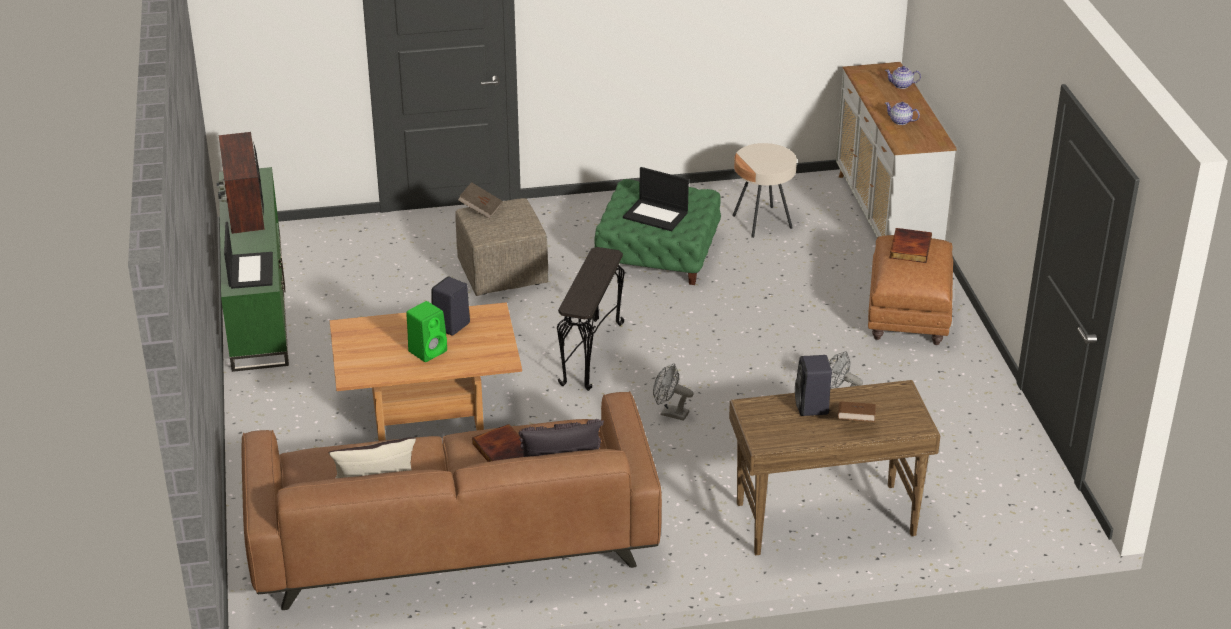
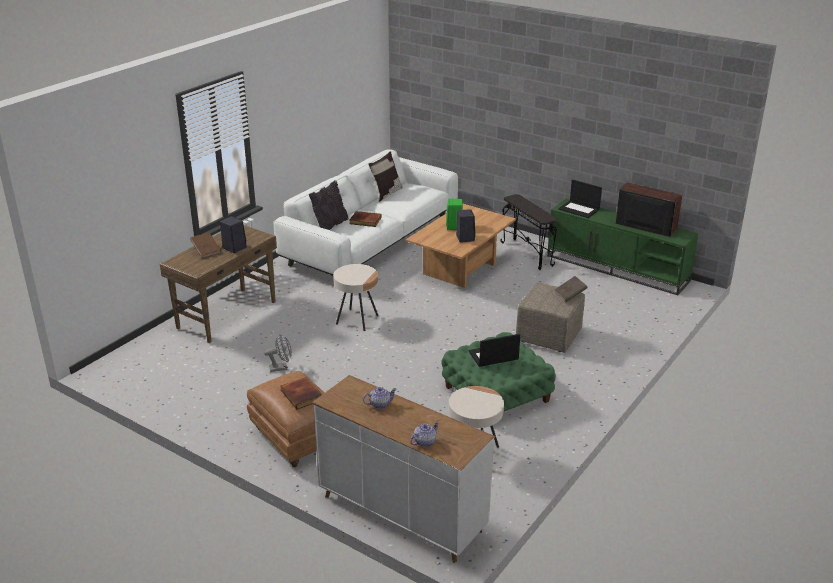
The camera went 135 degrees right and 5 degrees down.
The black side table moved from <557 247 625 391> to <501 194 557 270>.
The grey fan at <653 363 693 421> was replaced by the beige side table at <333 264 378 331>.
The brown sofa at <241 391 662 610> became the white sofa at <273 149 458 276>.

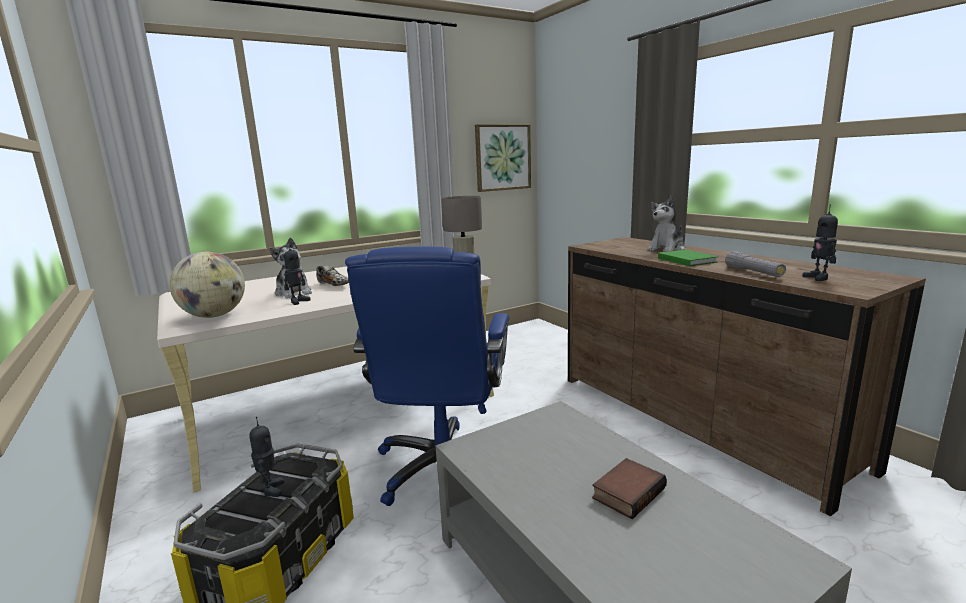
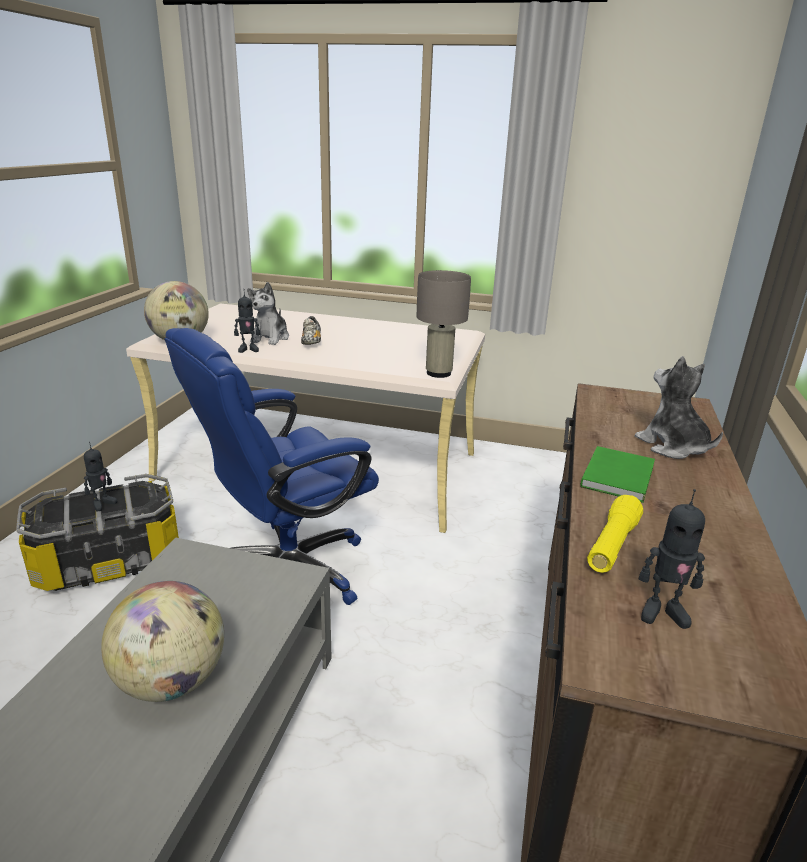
The camera went 45 degrees right and 10 degrees up.
The picture at <475 124 531 192> disappeared.
The plush toy at <647 196 686 252> turned 60 degrees clockwise.
The toy robot at <802 204 838 281> turned 120 degrees counterclockwise.
The grey flashlight at <725 251 786 277> became the yellow flashlight at <587 495 643 573>.
The book at <592 458 667 519> was replaced by the globe at <101 581 224 702>.

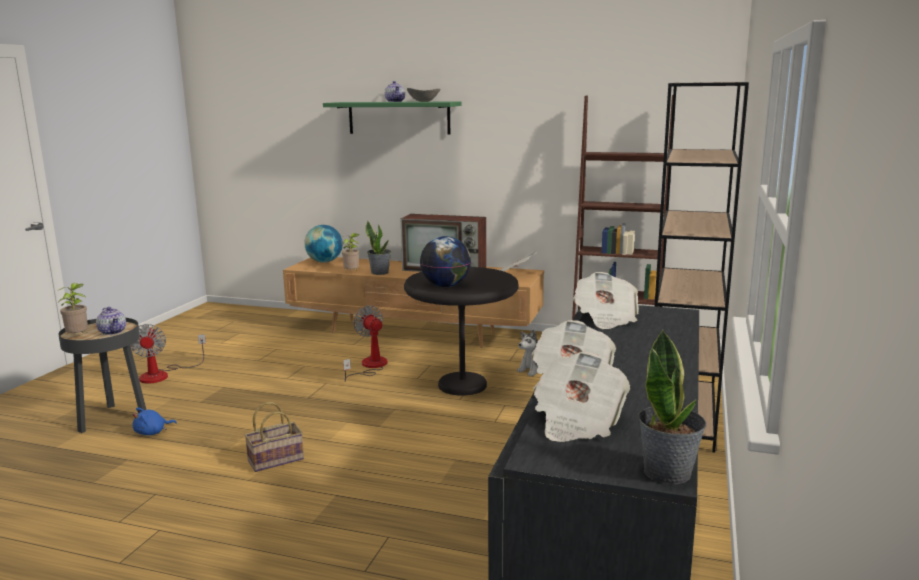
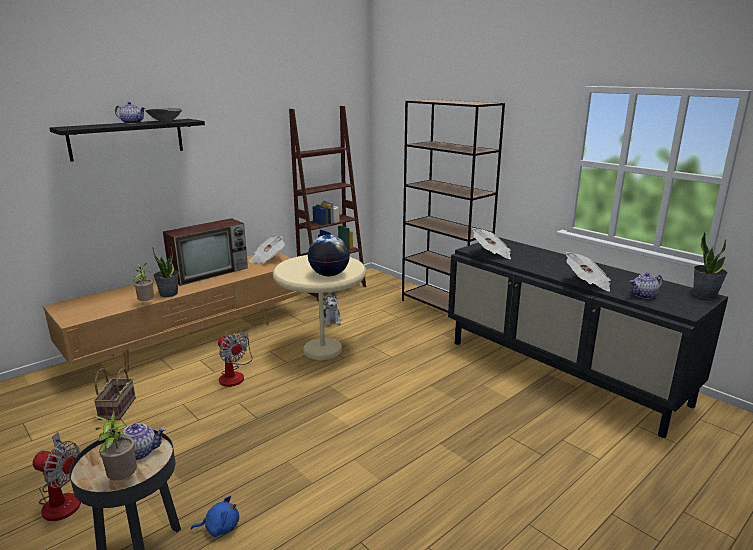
The camera went 60 degrees left and 5 degrees up.
The green shelf at <323 101 461 135> became the black shelf at <49 119 205 162>.
The globe at <304 225 343 263> disappeared.
The black side table at <404 267 518 395> became the beige side table at <273 255 366 360>.
The fan at <343 305 387 382> turned 135 degrees counterclockwise.
The newspaper at <533 352 630 442> was replaced by the teapot at <630 272 663 299>.
The basket moved from <244 402 304 472> to <94 368 136 420>.
The blue plush toy at <132 407 177 435> turned 90 degrees counterclockwise.

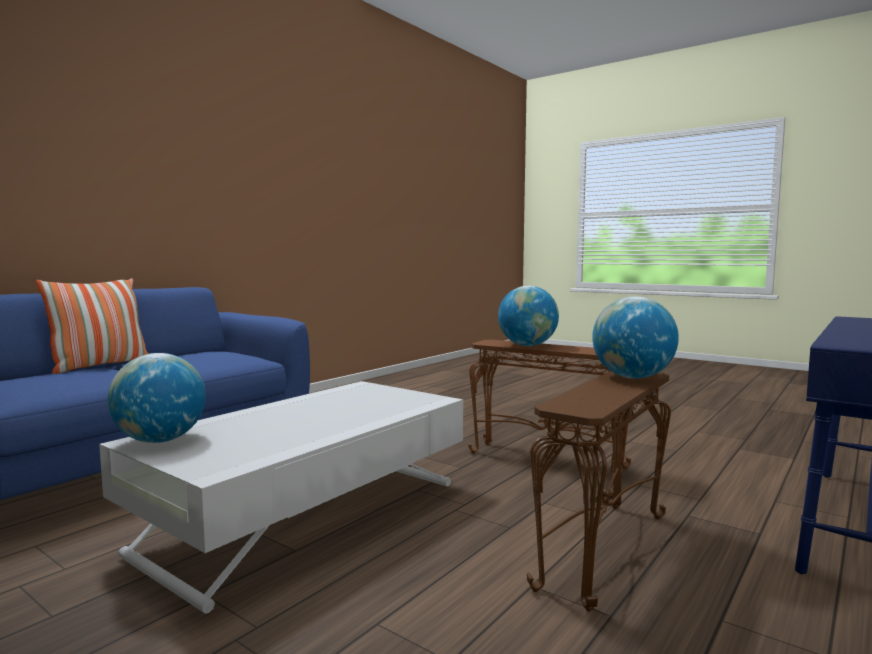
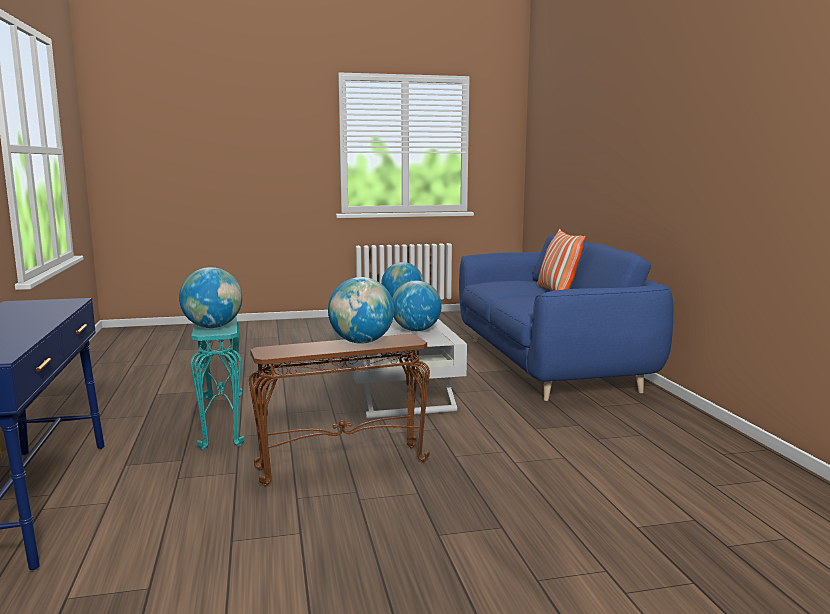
The camera went 130 degrees right and 5 degrees up.
The brown side table at <526 371 671 612> became the turquoise side table at <190 315 245 450>.
The globe at <392 281 442 331> appeared.

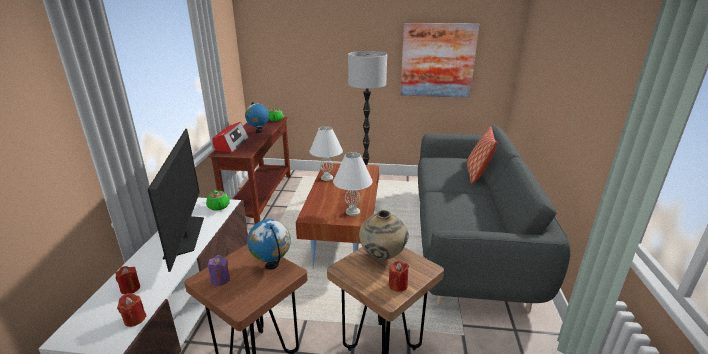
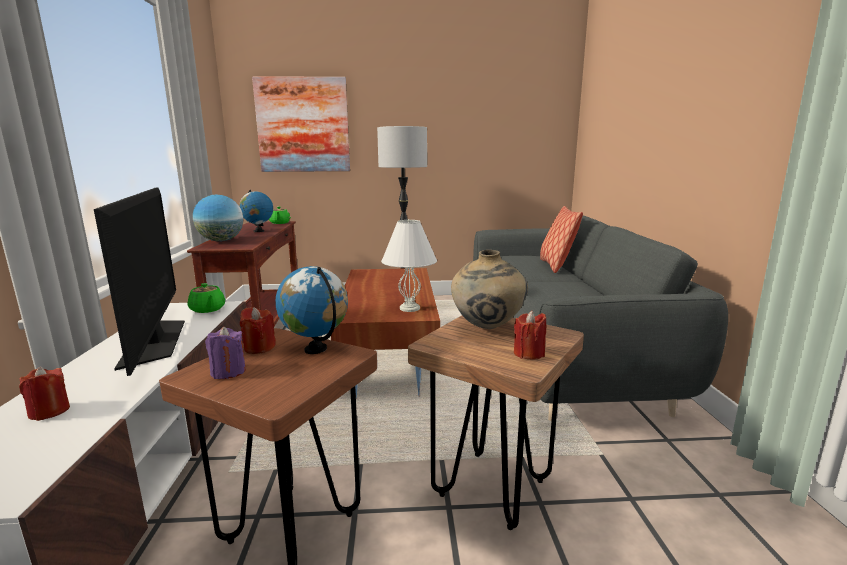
The camera went 10 degrees left and 10 degrees down.
The picture moved from <400 23 479 98> to <252 76 350 172>.
The radio at <212 122 249 152> was replaced by the globe at <193 195 243 242>.
The white table lamp at <309 126 343 181> disappeared.
The red candle moved from <117 293 147 327> to <240 307 276 354>.

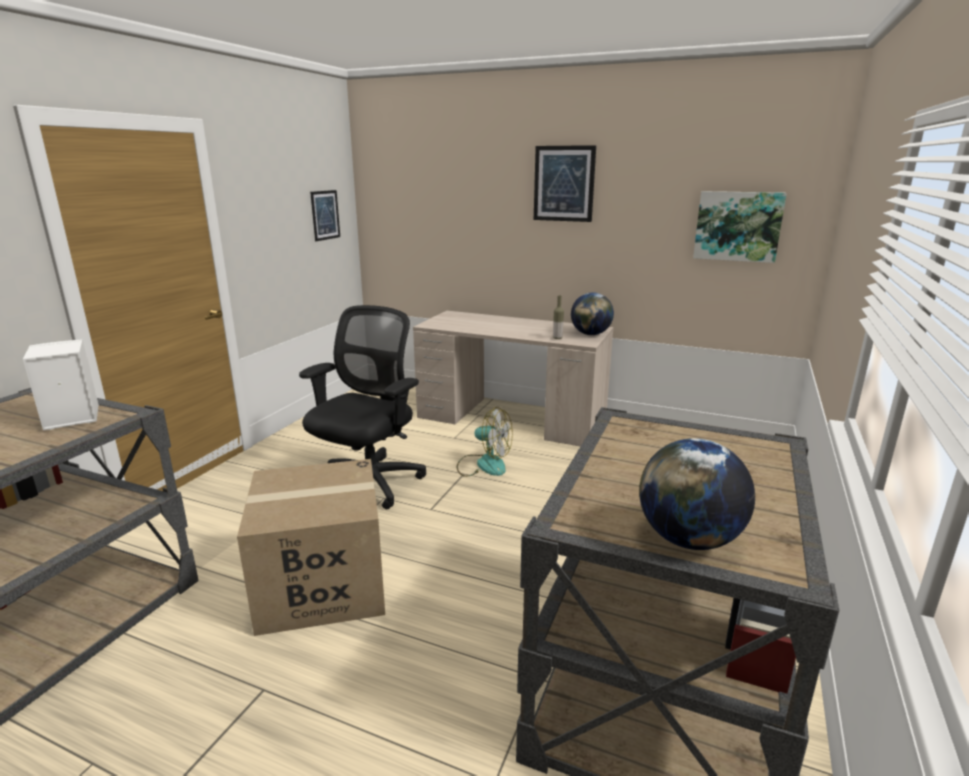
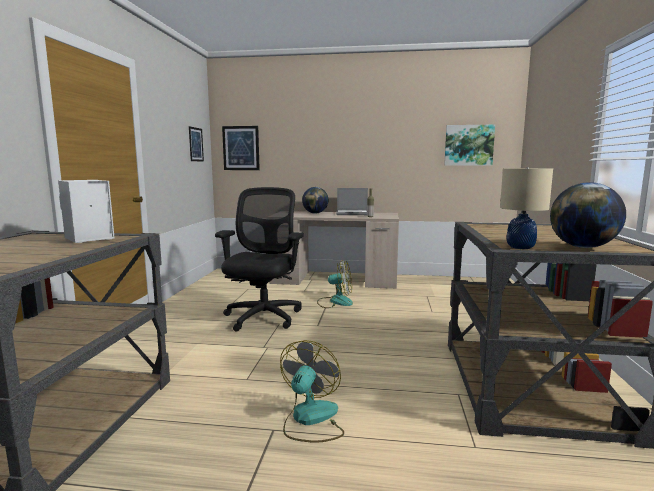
The camera went 15 degrees left and 10 degrees down.
The picture moved from <534 145 596 222> to <222 126 260 170>.
The globe moved from <571 292 614 335> to <302 187 328 214>.
The cardboard box at <237 459 385 636> disappeared.
The beige table lamp at <500 167 553 249> appeared.
The laptop at <336 188 368 215> appeared.
The fan at <280 340 344 443> appeared.

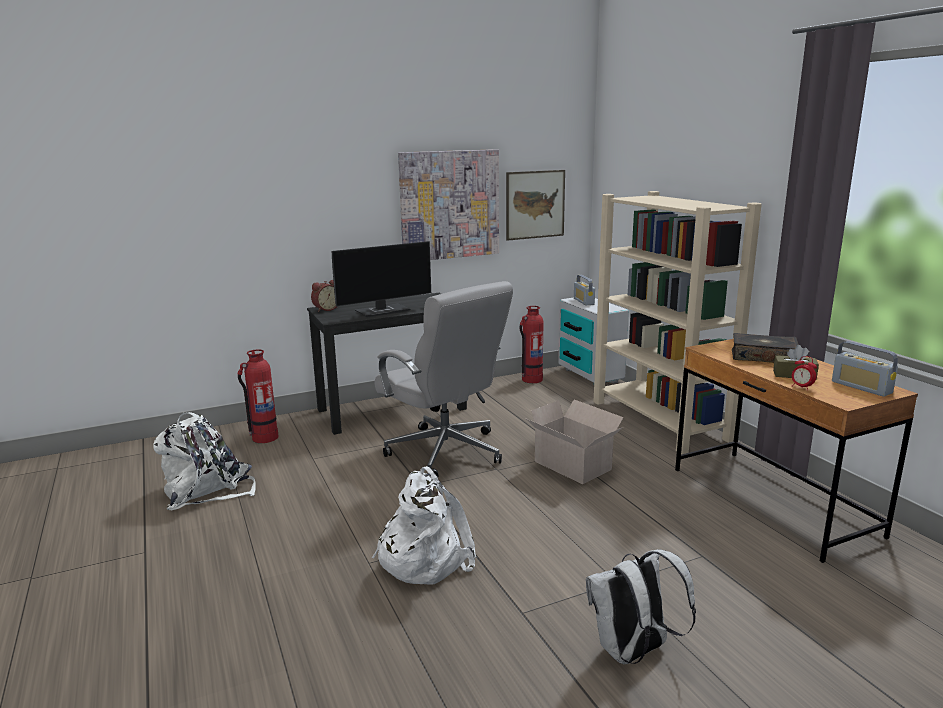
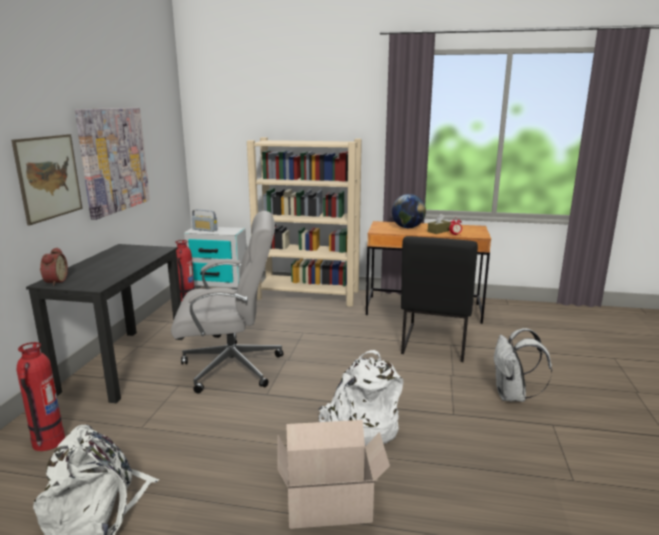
The camera went 55 degrees left and 0 degrees up.
The picture moved from <506 170 565 241> to <11 134 83 226>.
The monitor at <332 241 431 317> disappeared.
The book at <732 333 799 363> was replaced by the globe at <392 194 426 228>.
The radio at <832 341 898 397> disappeared.
The cardboard box moved from <525 399 624 484> to <278 420 390 529>.
The black chair at <401 236 478 362> appeared.

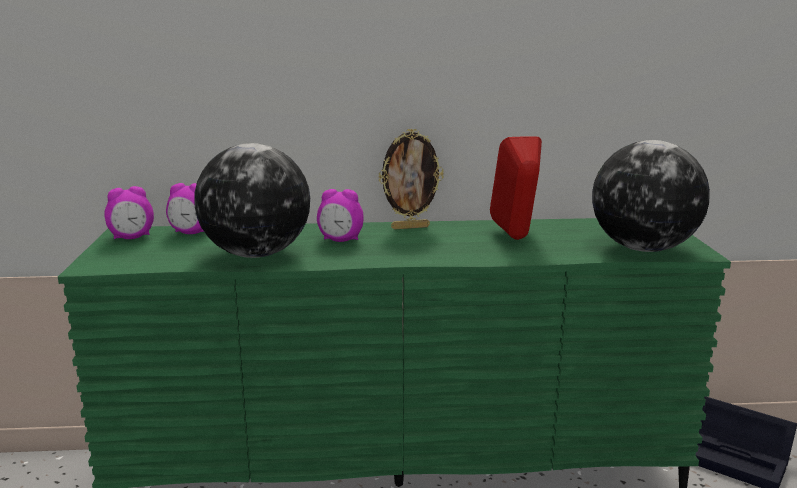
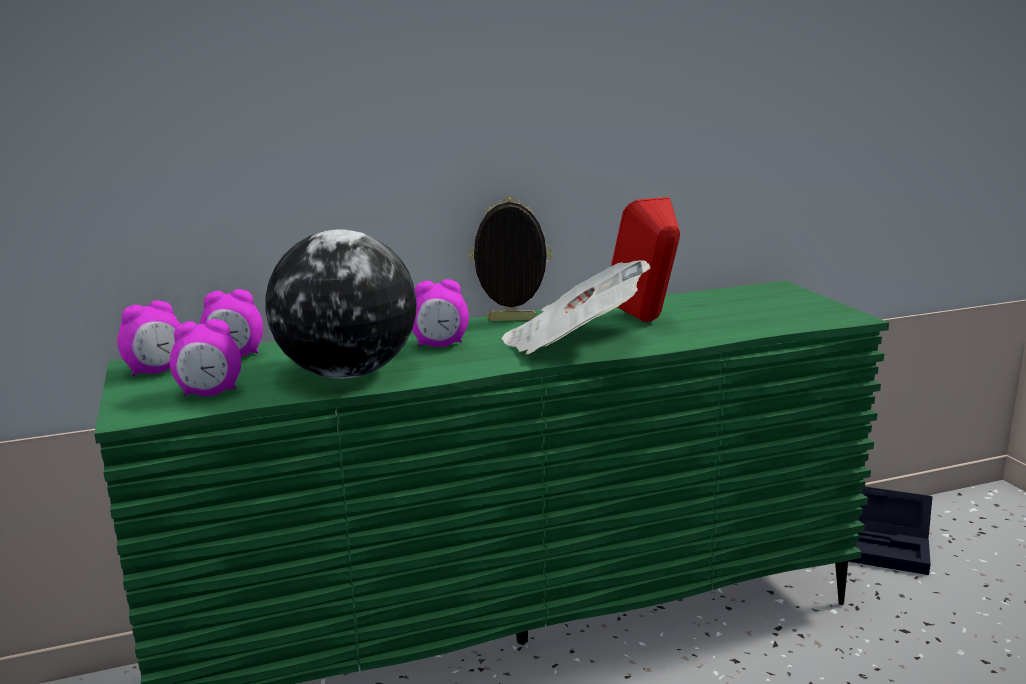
The camera went 15 degrees left and 0 degrees up.
The picture frame at <378 128 444 229> turned 150 degrees counterclockwise.
The globe at <592 140 710 252> disappeared.
The newspaper at <502 260 650 354> appeared.
The alarm clock at <170 319 241 396> appeared.

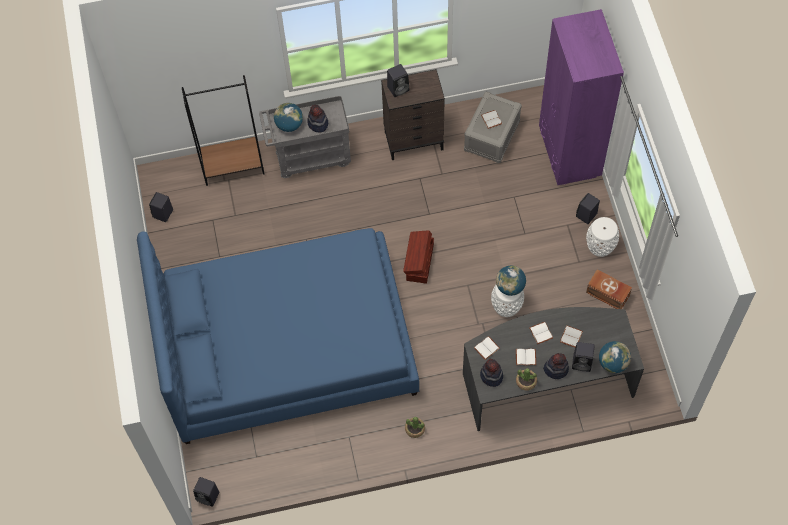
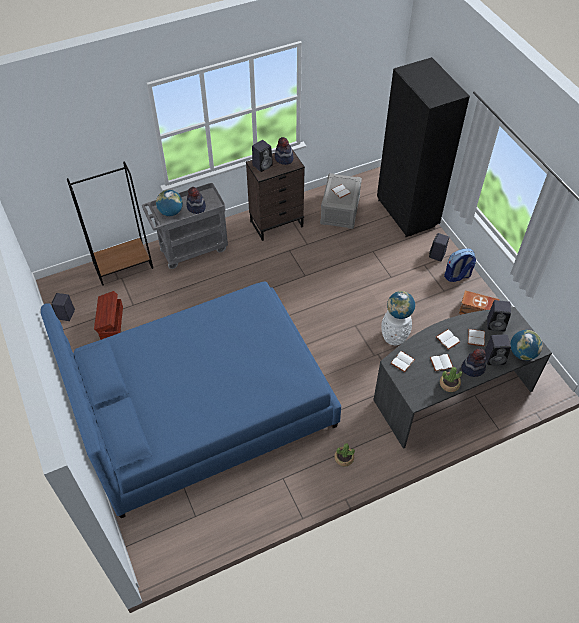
The camera went 15 degrees left and 10 degrees down.
The purple wardrobe at <539 9 624 185> became the black wardrobe at <377 57 470 237>.
The white stool at <586 217 619 257> was replaced by the backpack at <444 249 476 282>.
The brown storage box moved from <403 230 434 284> to <94 291 123 340>.
The hat moved from <480 359 503 387> to <275 137 294 165>.
The black speaker moved from <193 477 219 507> to <487 300 511 331>.

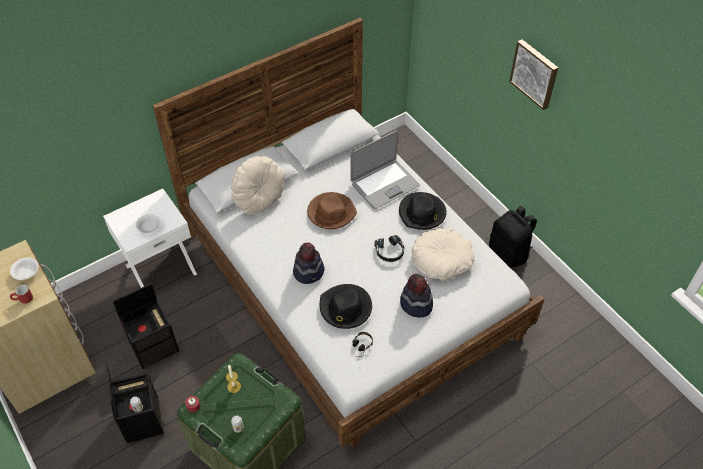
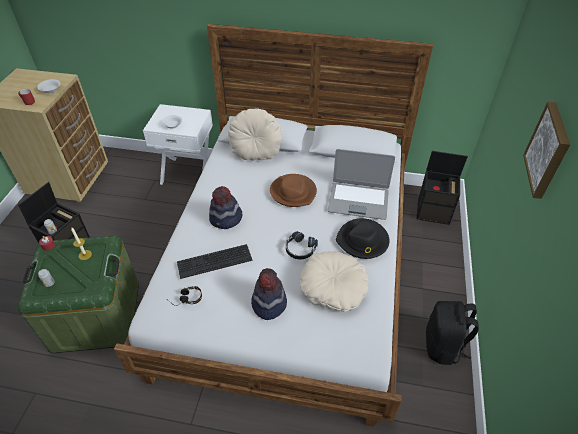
The camera went 45 degrees right and 5 degrees down.
The black storage box moved from <112 283 179 369> to <416 151 468 225>.
The black hat at <320 284 372 329> was replaced by the keyboard at <177 244 253 279>.

